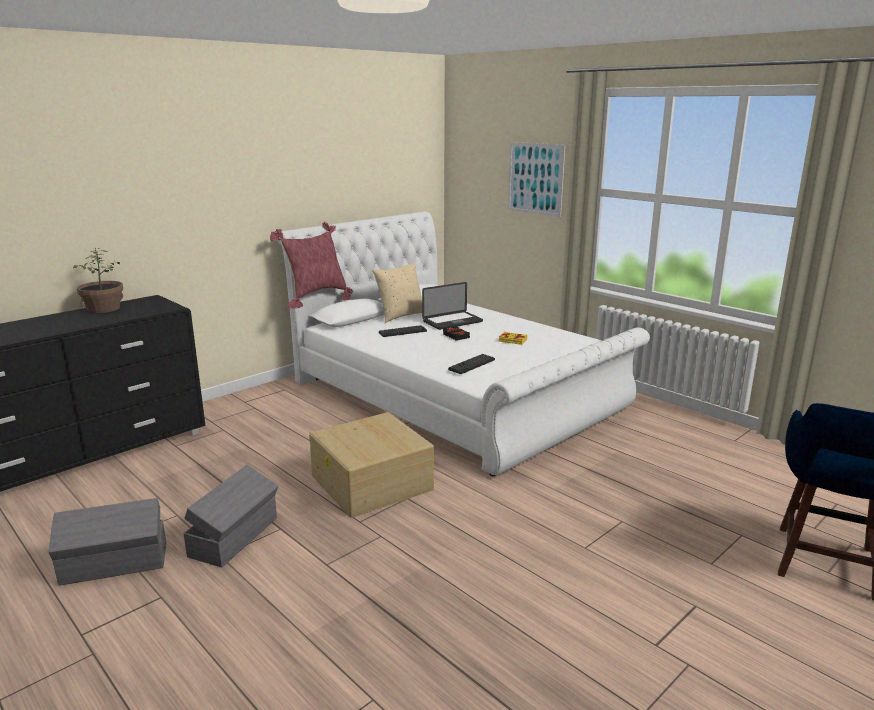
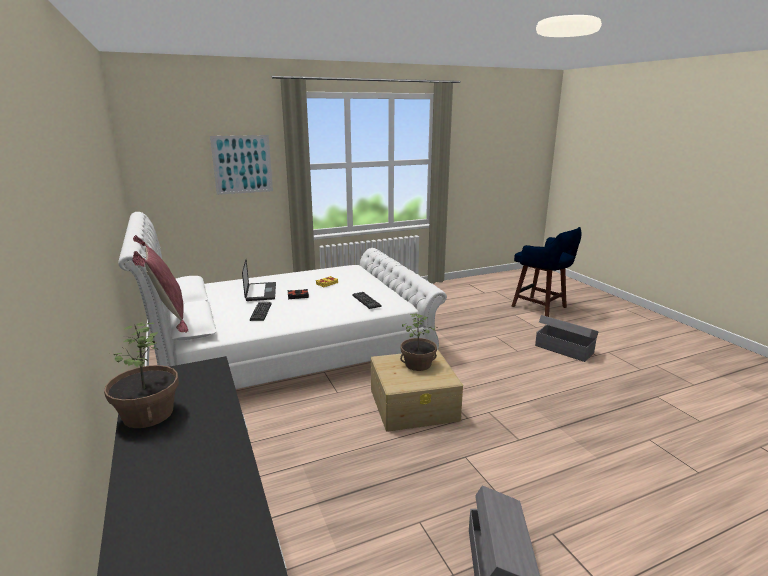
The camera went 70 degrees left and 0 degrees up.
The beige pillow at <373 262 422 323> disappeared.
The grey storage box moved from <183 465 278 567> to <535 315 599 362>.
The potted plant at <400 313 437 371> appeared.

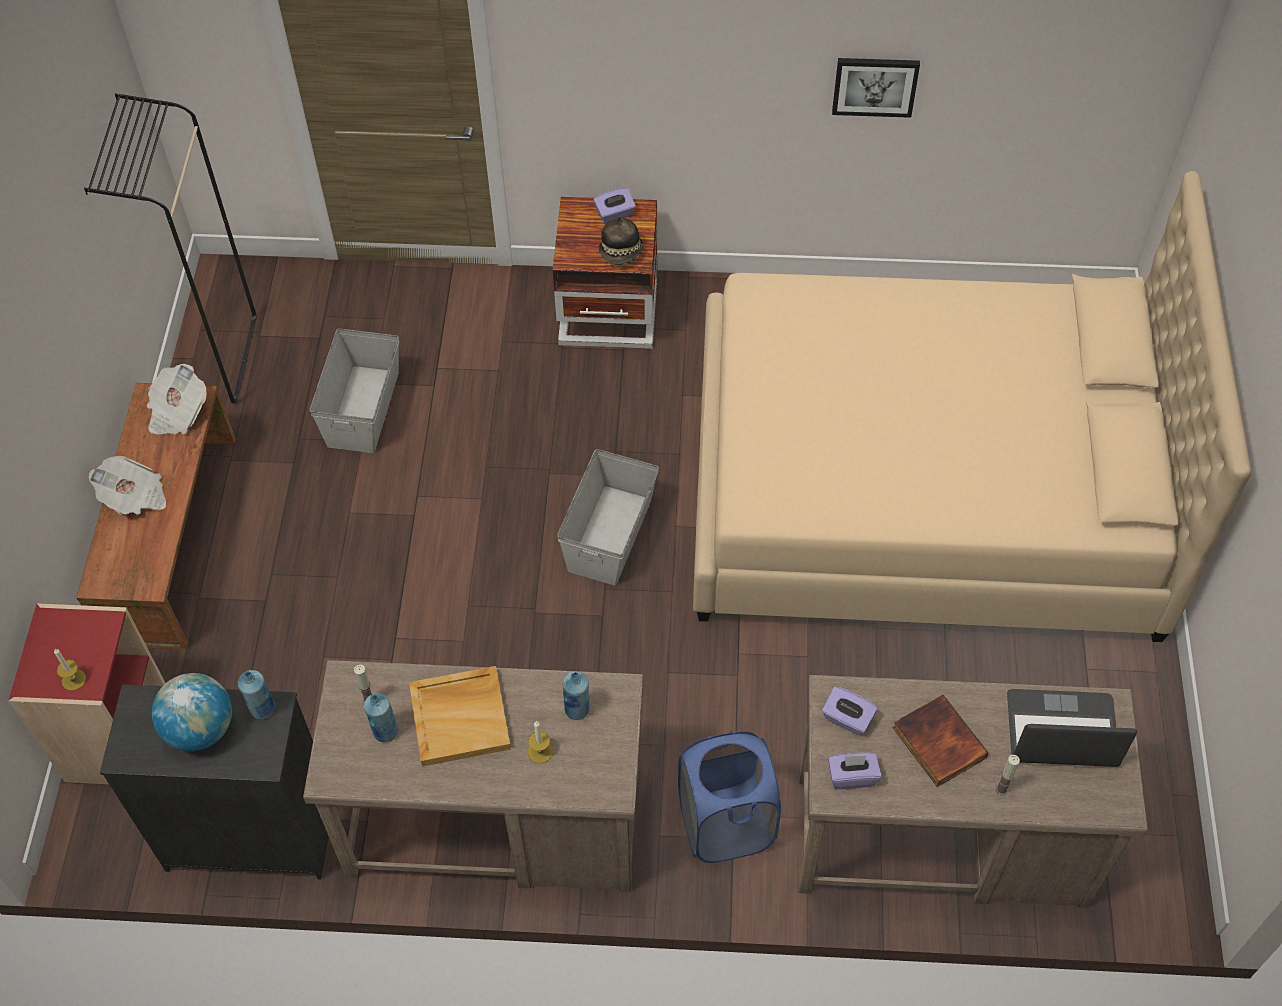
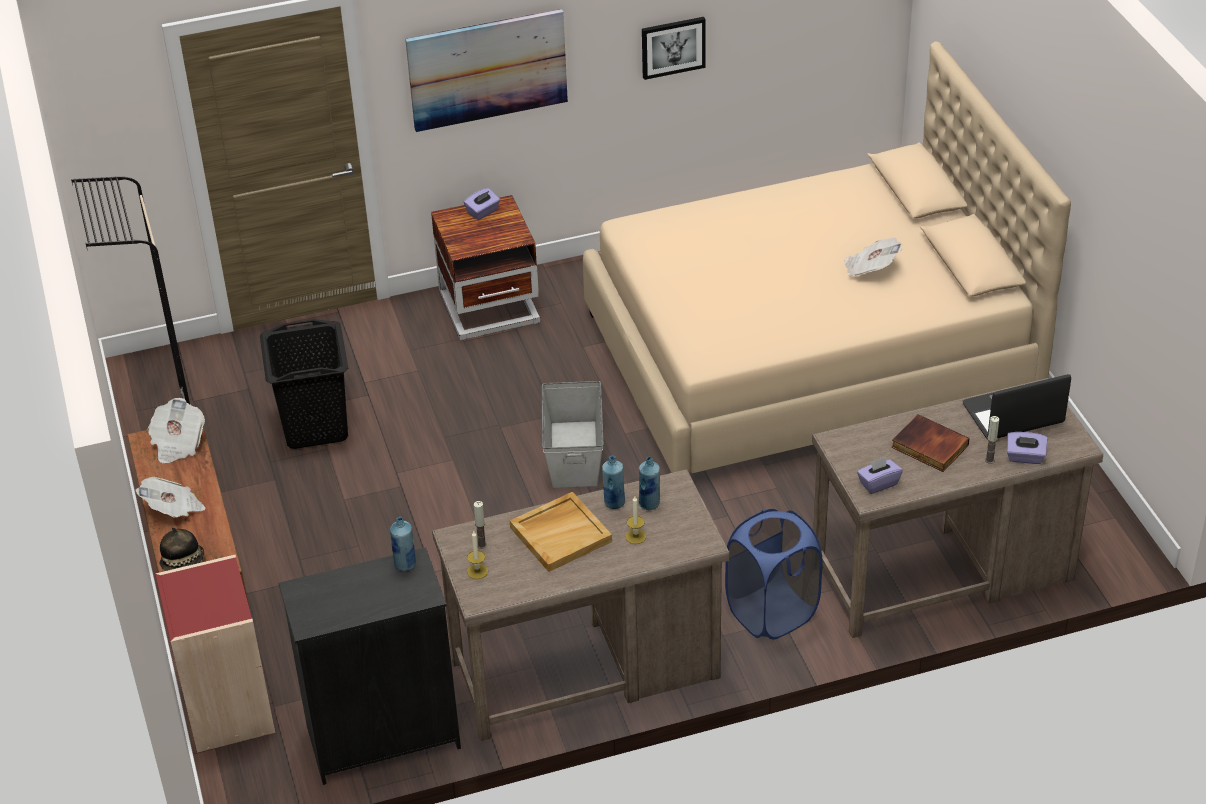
The camera went 20 degrees left and 15 degrees down.
The hat moved from <598 216 644 265> to <160 527 204 571>.
The grey storage box at <310 328 399 453> was replaced by the black laundry basket at <260 319 348 449>.
The candle moved from <54 648 86 691> to <467 531 488 579>.
The globe at <152 673 232 751> disappeared.
The purple tissue box moved from <822 686 878 735> to <1007 432 1047 464>.
The blue bottle moved from <364 693 399 742> to <602 456 625 509>.
The picture at <405 9 568 132> appeared.
The newspaper at <844 237 902 277> appeared.

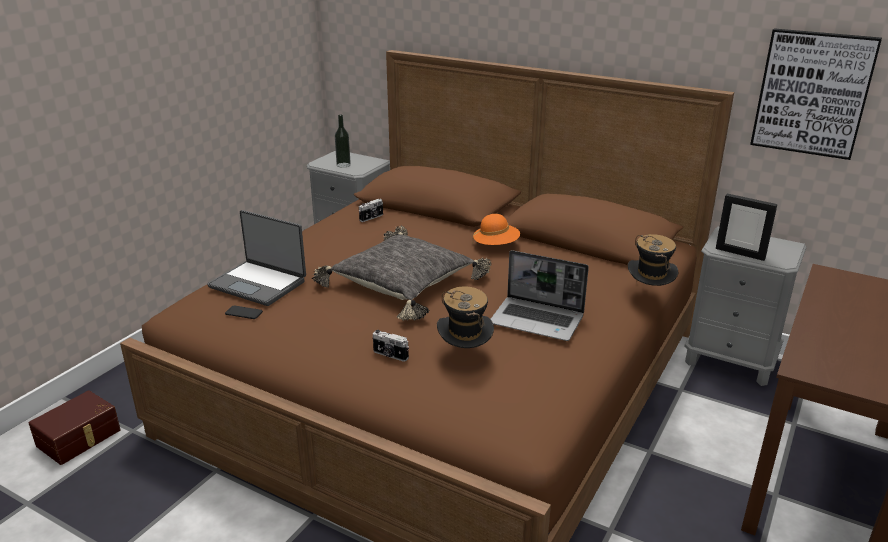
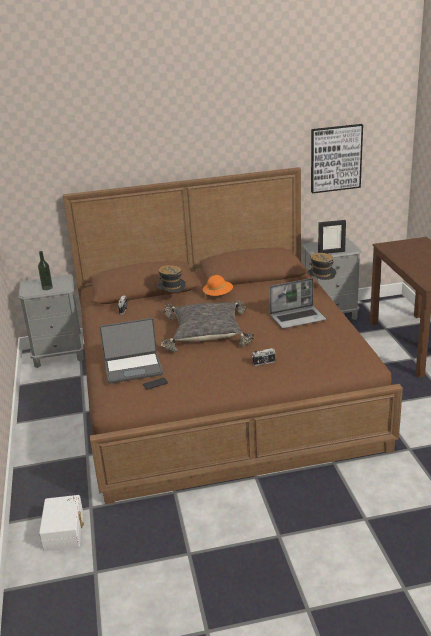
The camera went 40 degrees left and 0 degrees up.
The hat moved from <437 286 494 348> to <156 265 186 299>.
The brown storage box at <29 390 121 465> became the white storage box at <39 495 84 551>.

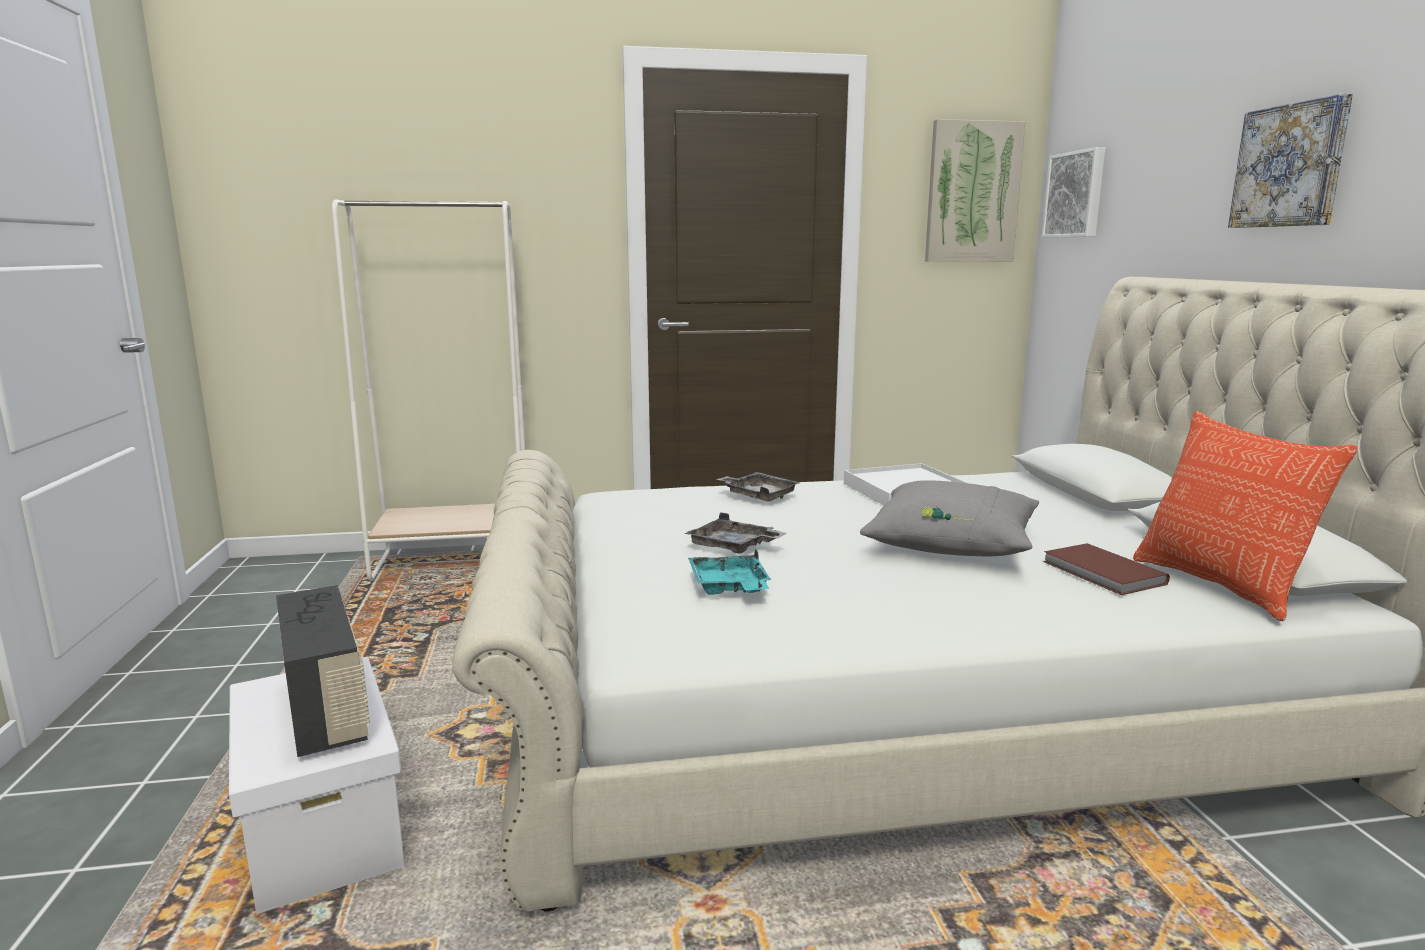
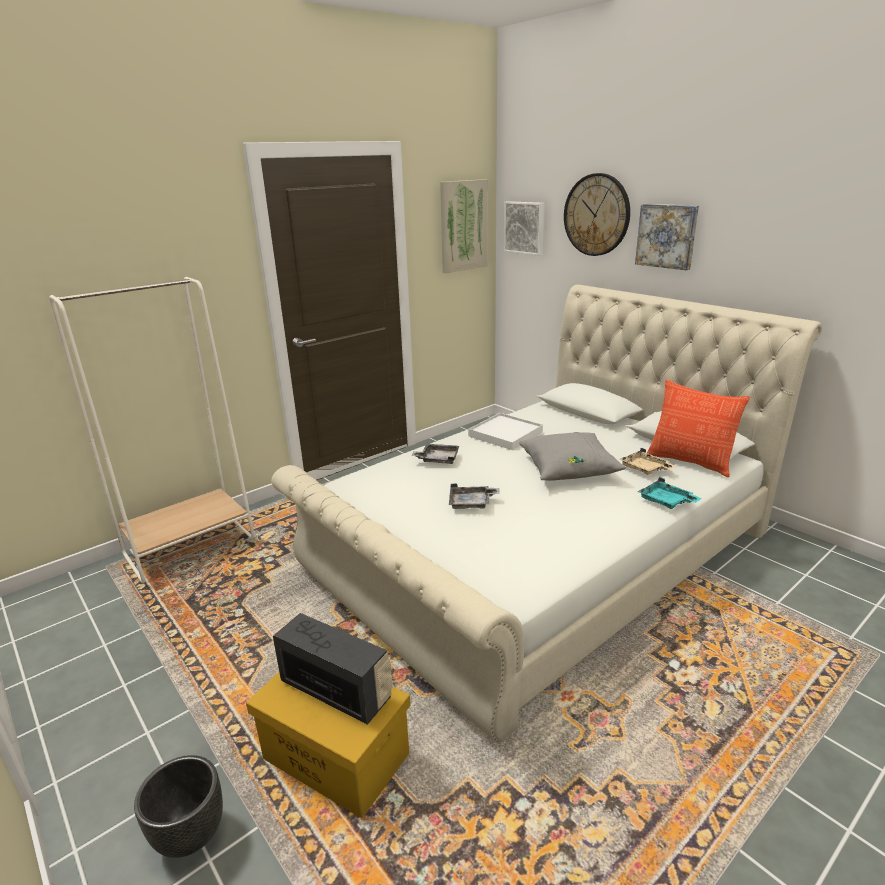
The camera went 30 degrees left and 10 degrees up.
The brown book at <1043 543 1170 595> was replaced by the beige tray at <619 448 677 475>.
The turquoise tray moved from <688 549 771 595> to <638 477 702 509>.
The white storage box at <229 657 405 914> became the yellow storage box at <246 672 411 818>.
The wall clock at <564 173 630 256> appeared.
The black planter at <134 755 223 858> appeared.

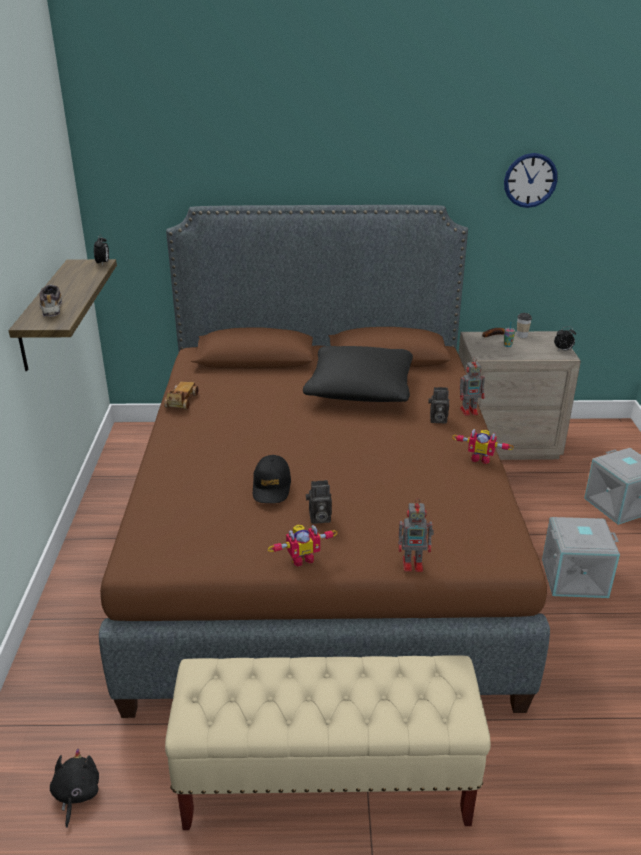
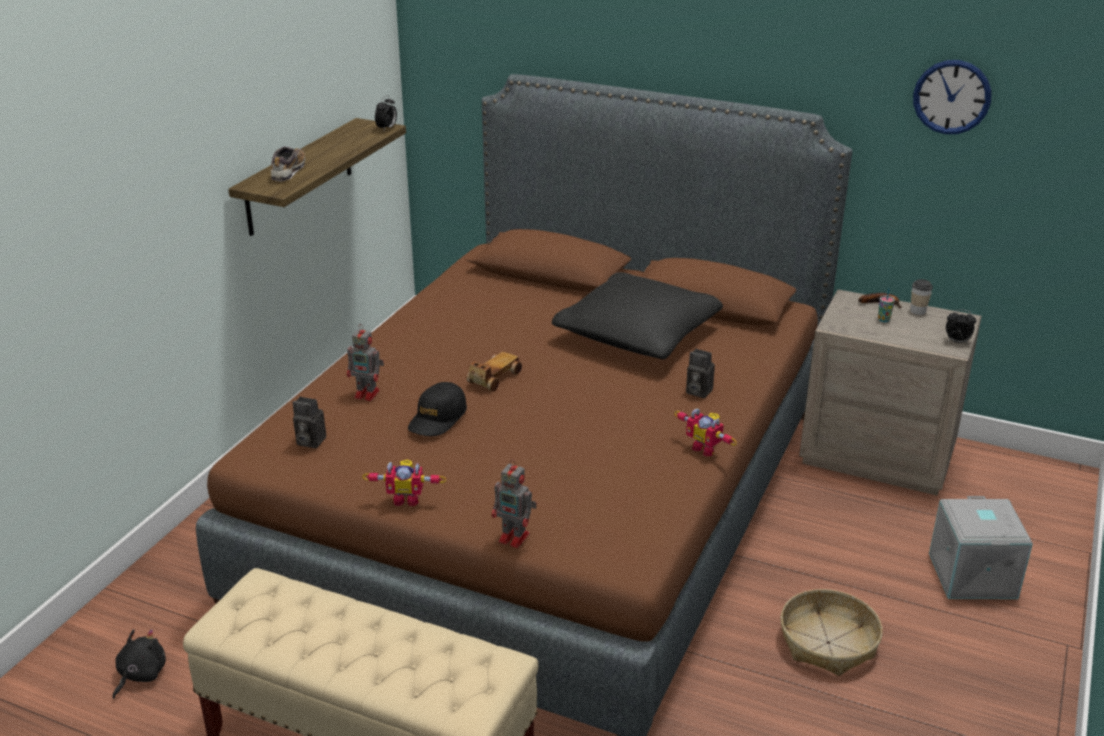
The camera went 25 degrees right and 0 degrees up.
The toy robot moved from <460 357 485 416> to <347 324 384 401>.
The toy car moved from <164 381 198 409> to <467 351 522 391>.
The photo camera moved from <306 480 332 524> to <293 396 326 448>.
The grey storage box at <542 517 620 598> was replaced by the basket at <780 589 883 676>.

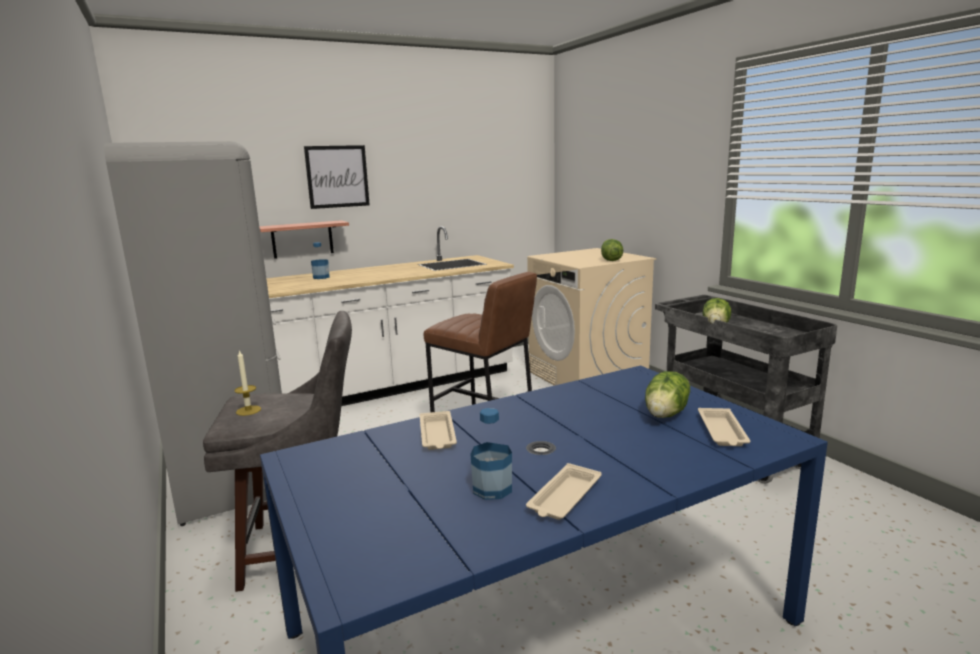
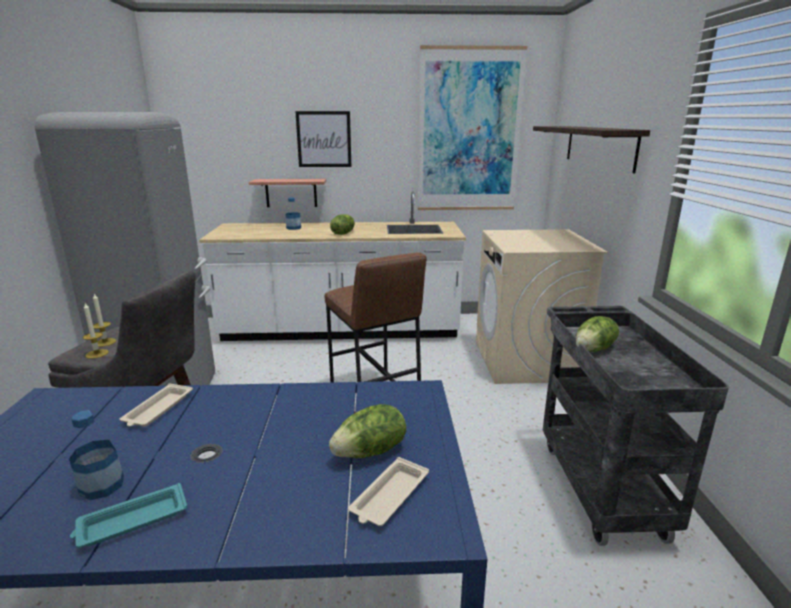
The camera went 25 degrees right and 5 degrees up.
The lettuce moved from <601 239 623 261> to <330 214 355 235>.
The beige tray at <526 463 602 520> became the turquoise tray at <70 483 187 548>.
The picture at <418 45 527 210> appeared.
The shelf at <533 126 650 173> appeared.
The candle at <83 303 109 359> appeared.

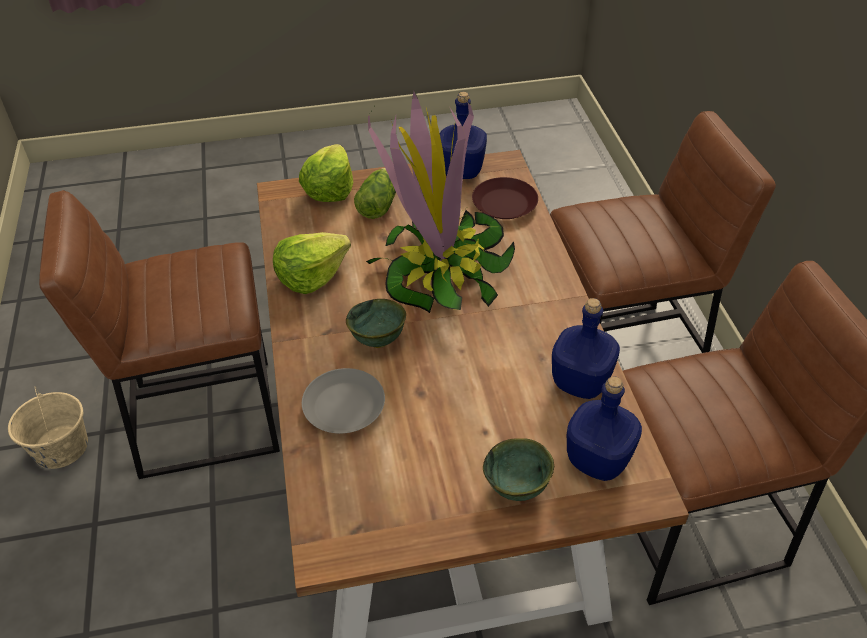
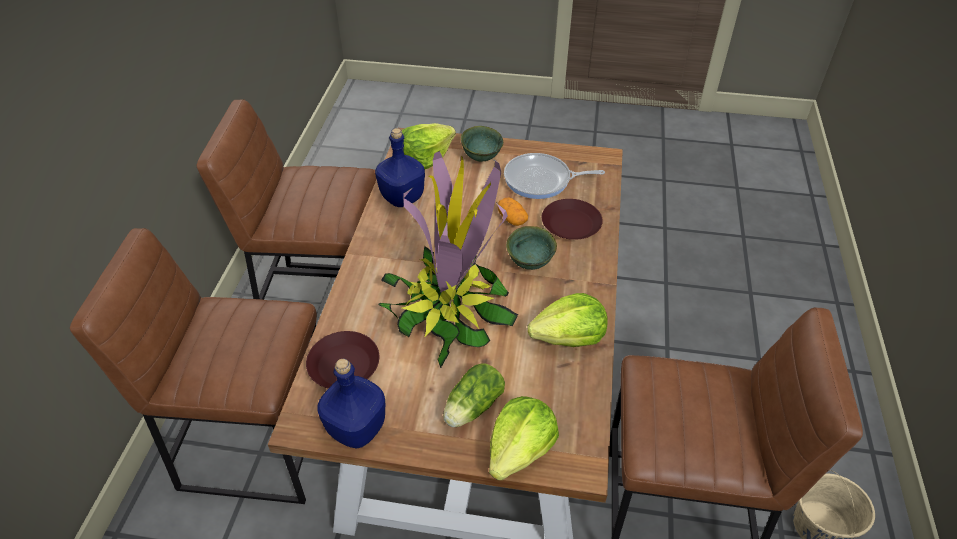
The camera went 160 degrees left and 0 degrees up.
The grey plate at <302 368 385 433> became the brown plate at <542 199 603 240>.
The blue bottle at <567 377 642 481> was replaced by the lettuce at <402 123 456 169>.
The frying pan at <504 153 605 199> appeared.
The potato at <498 198 528 226> appeared.

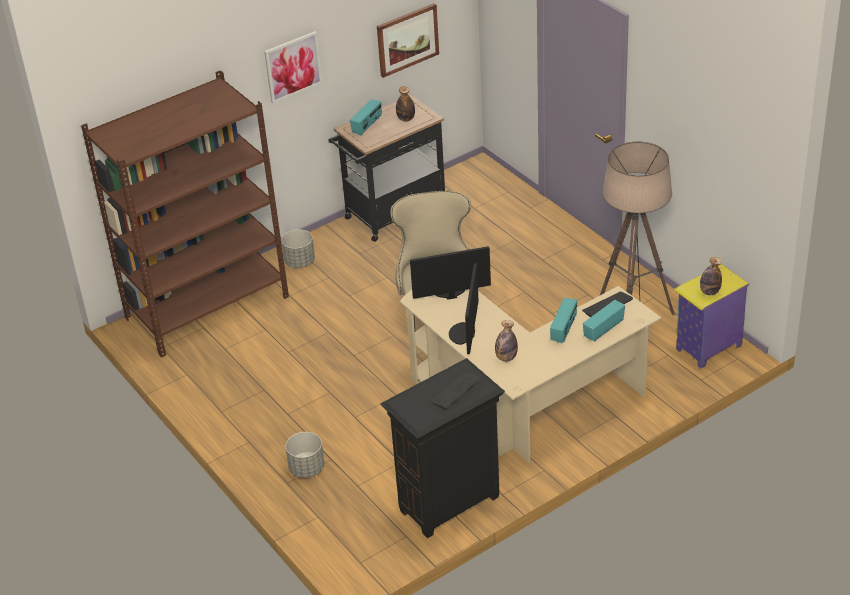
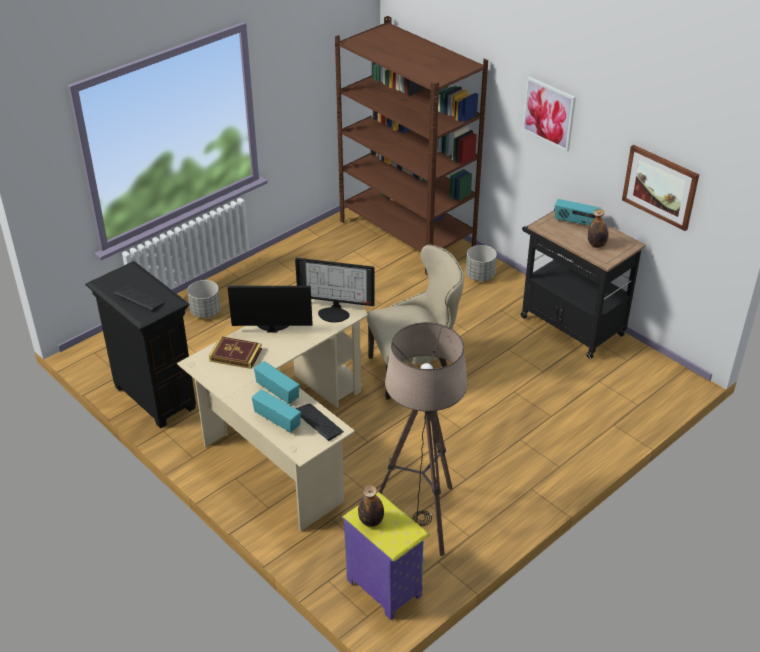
The camera went 80 degrees right and 0 degrees up.
The monitor at <410 246 491 300> turned 120 degrees clockwise.
The radio at <550 298 577 343> turned 150 degrees counterclockwise.
The bottle at <495 320 518 362> was replaced by the book at <209 336 262 369>.

